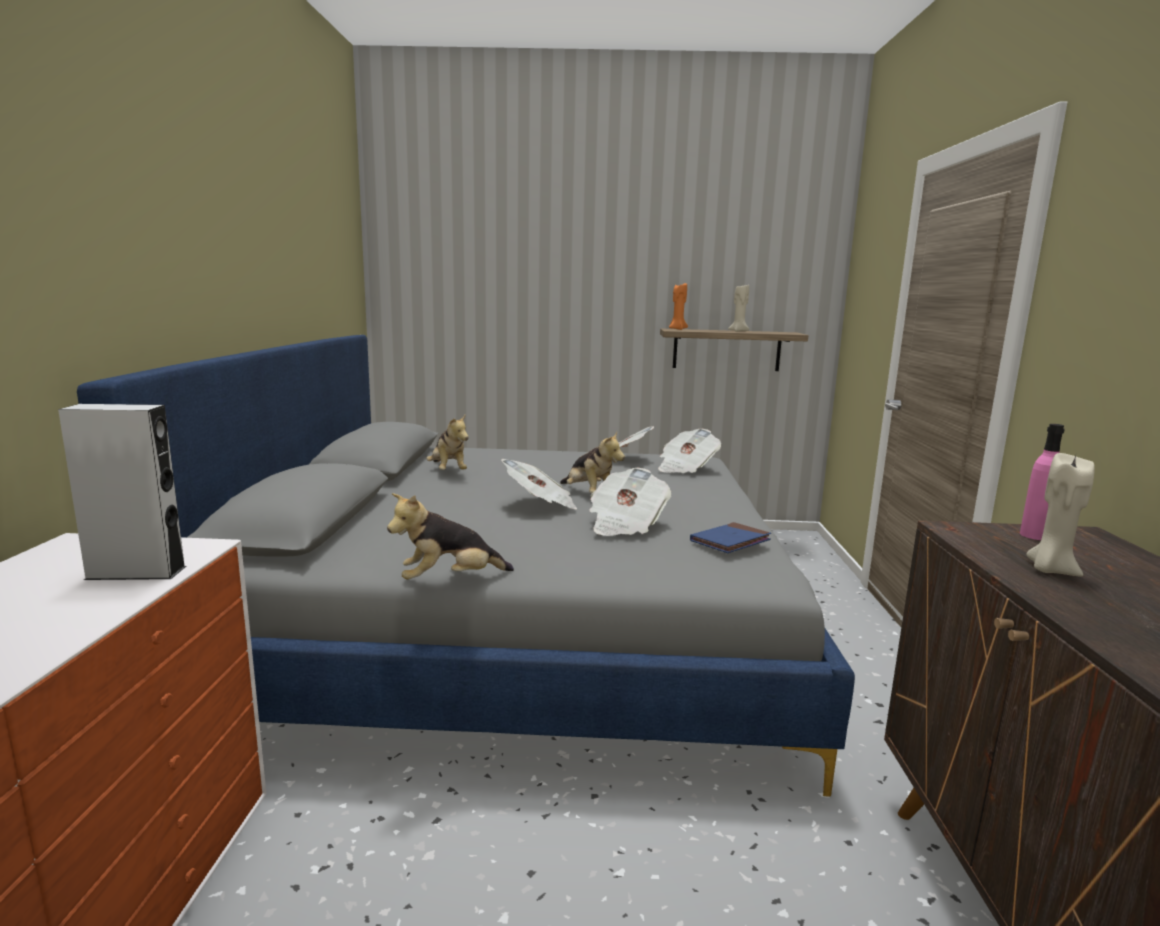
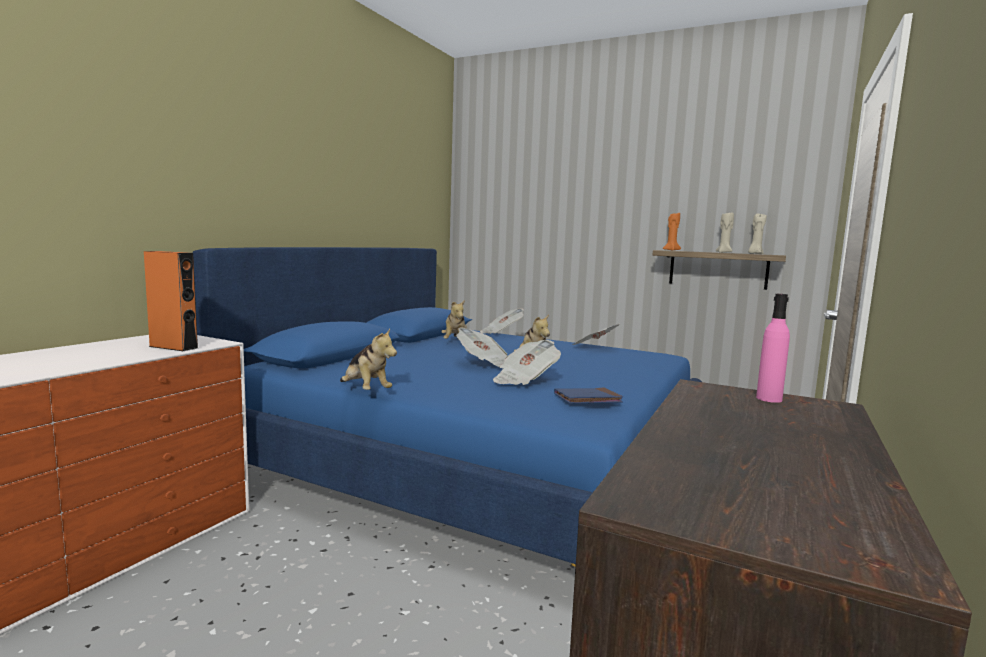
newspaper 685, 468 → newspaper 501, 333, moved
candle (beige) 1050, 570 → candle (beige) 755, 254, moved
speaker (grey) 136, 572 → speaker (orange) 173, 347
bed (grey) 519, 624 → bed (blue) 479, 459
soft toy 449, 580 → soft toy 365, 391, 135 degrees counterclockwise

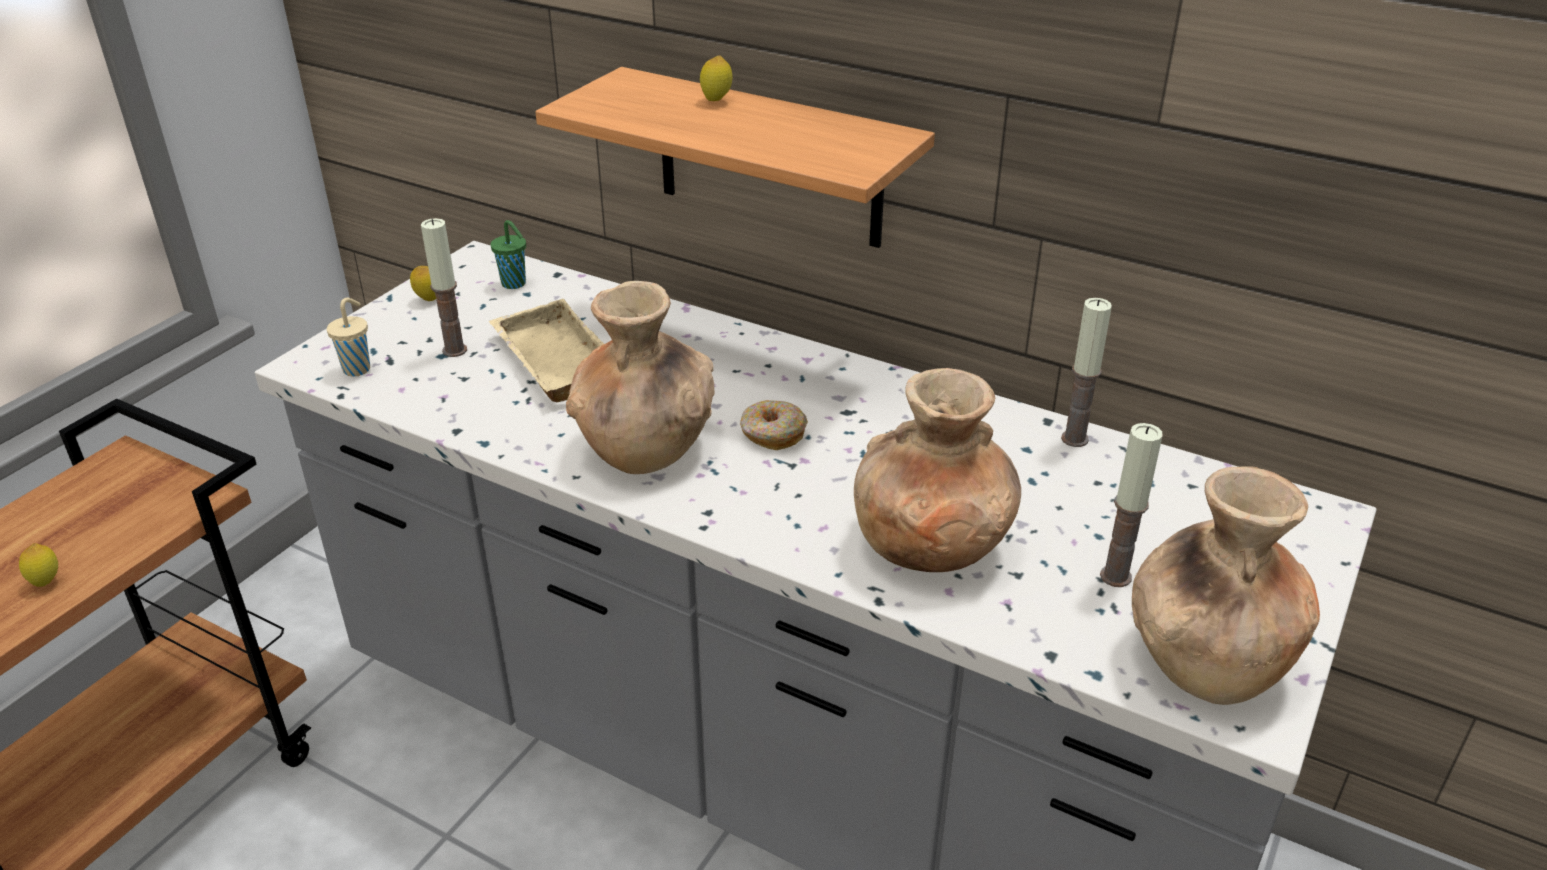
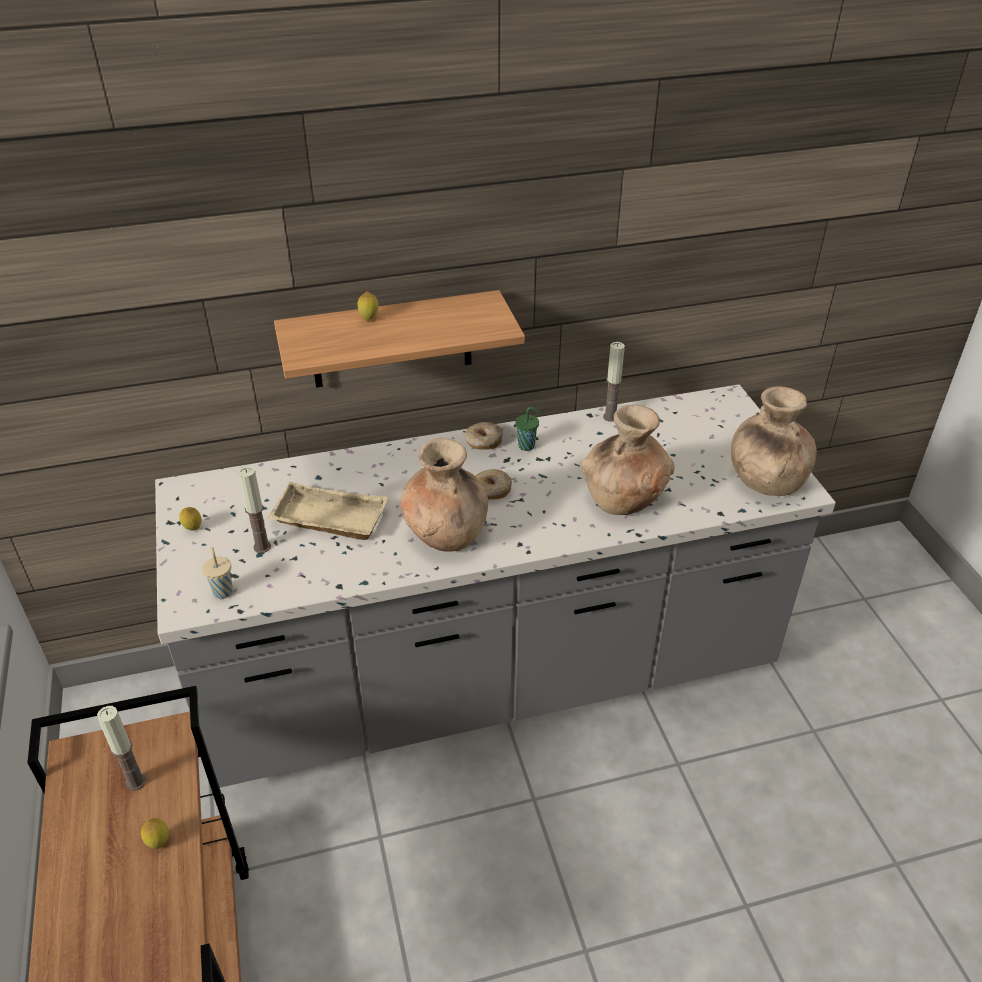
- → donut 483, 441
cup (green) 515, 284 → cup (green) 527, 446, moved
candle 1115, 576 → candle 136, 782, moved

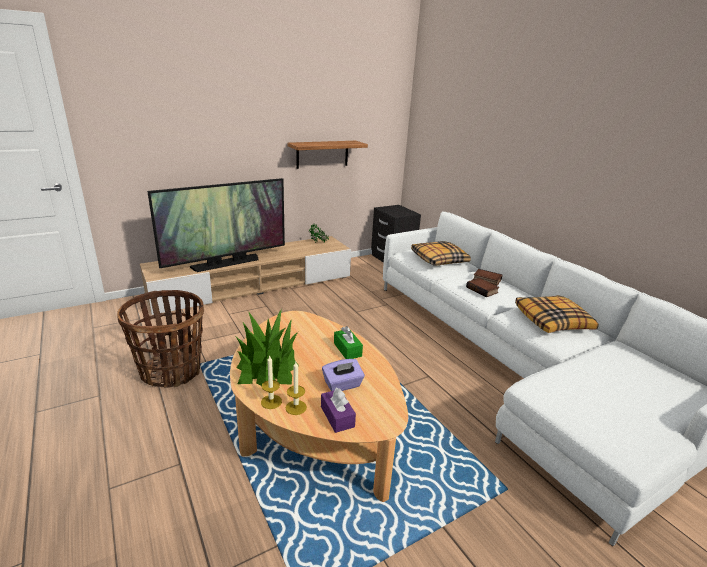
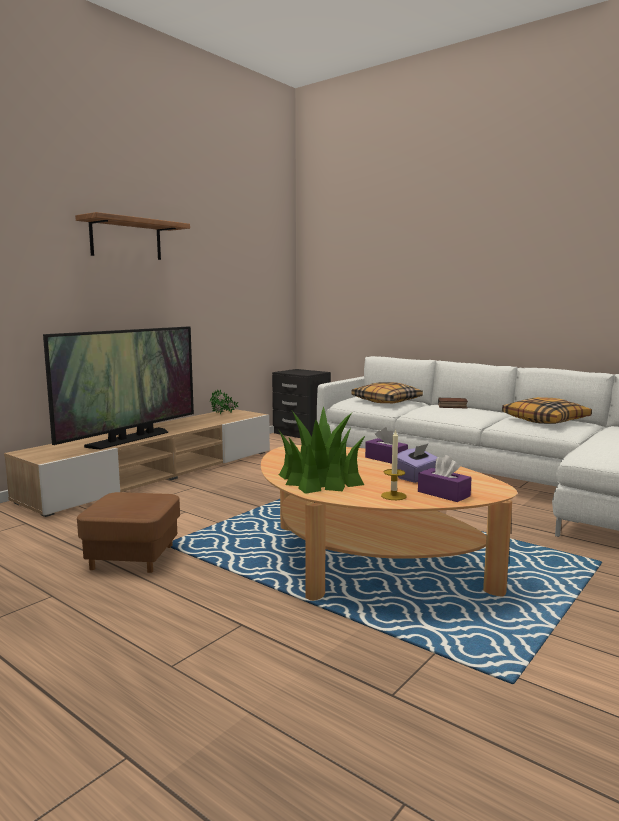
candle 271, 402 → -
book 482, 290 → -
bracket shelf 322, 154 → bracket shelf 126, 239, moved
storage basket 171, 371 → pouffe (brownish) 133, 557
tissue holder (green) 347, 349 → tissue holder (purple) 386, 459

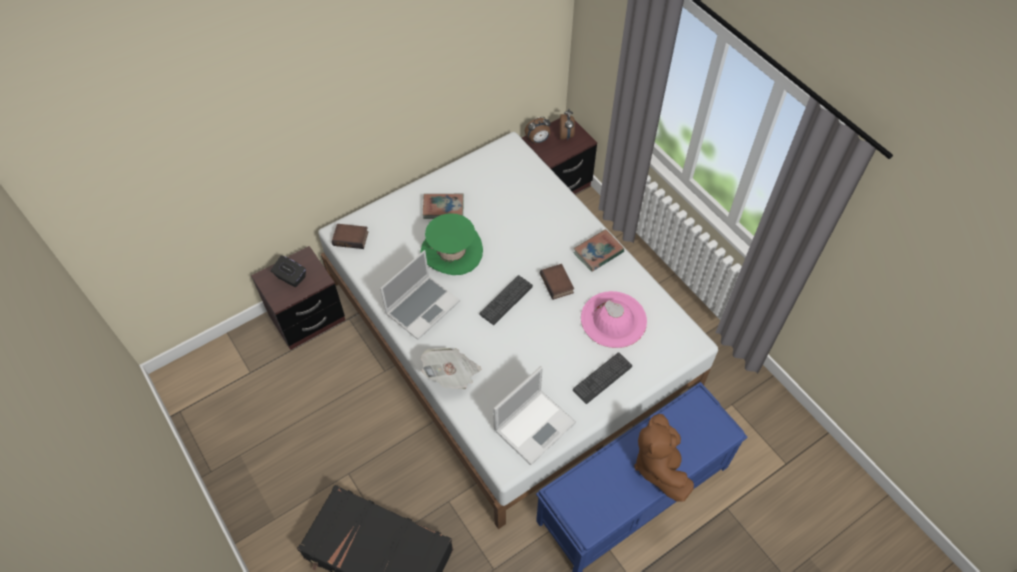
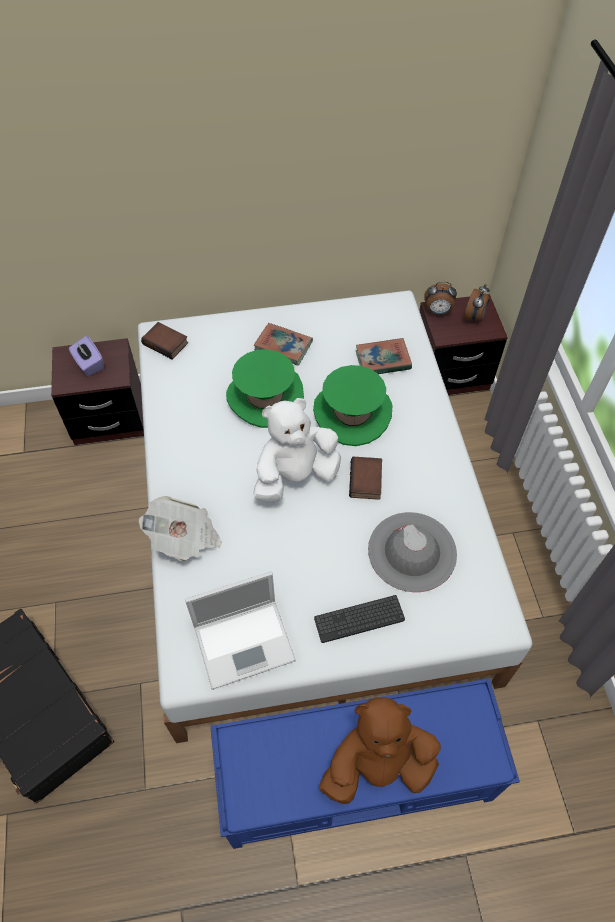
portable computer 422, 307 → -
- → hat (green) 352, 413
book 598, 252 → book 383, 360, moved
PC keyboard 506, 300 → soft toy (white-coloured) 295, 476
tissue holder (black) 290, 277 → tissue holder (purple) 89, 364
hat (pink) 613, 319 → hat (grey) 412, 551
soft toy (brownish) 659, 465 → soft toy (brownish) 378, 765, 60 degrees clockwise

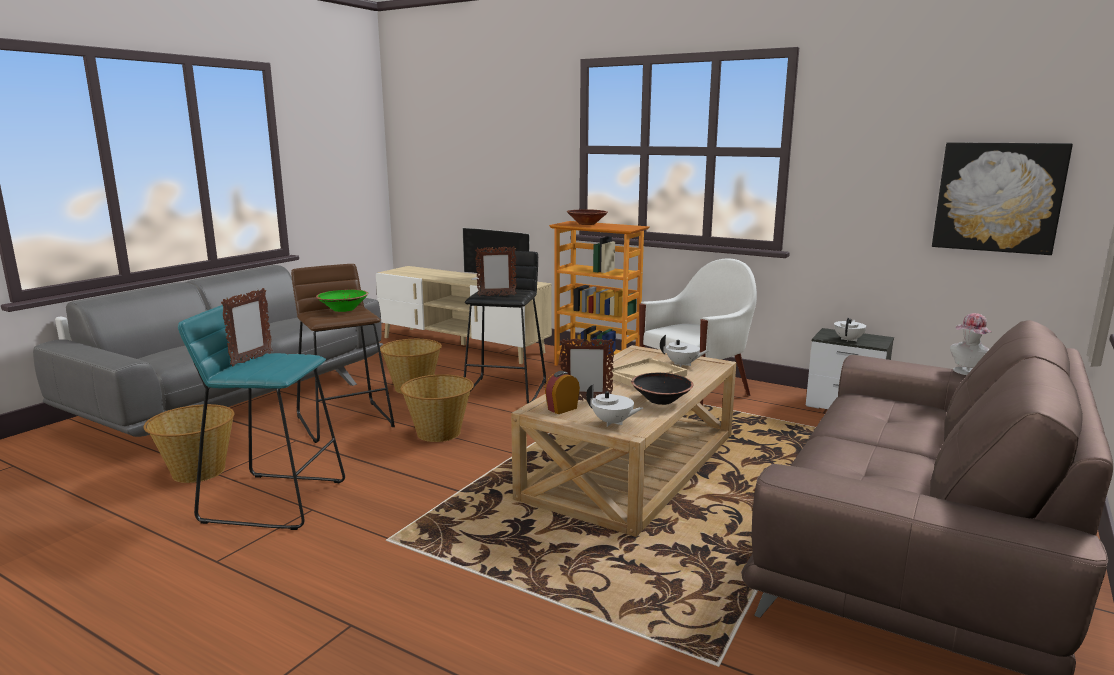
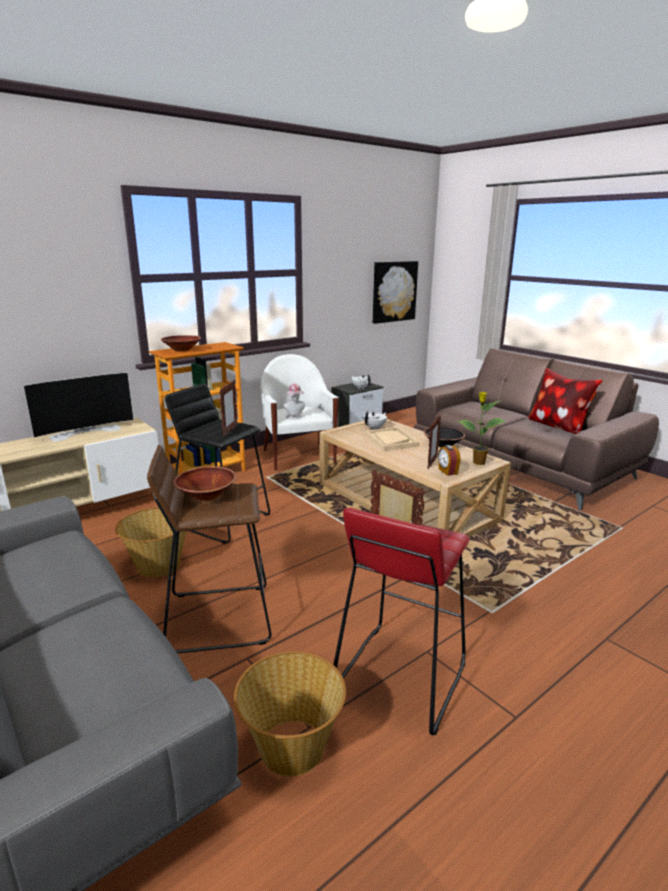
storage basket 439, 433 → -
- → pillow 557, 427
hat 966, 372 → hat 295, 417, moved
teapot (white-coloured) 612, 423 → houseplant 478, 462
sitting stool (turquoise) 274, 500 → sitting stool (red) 399, 677
bowl (green) 343, 309 → bowl (brownish) 207, 495

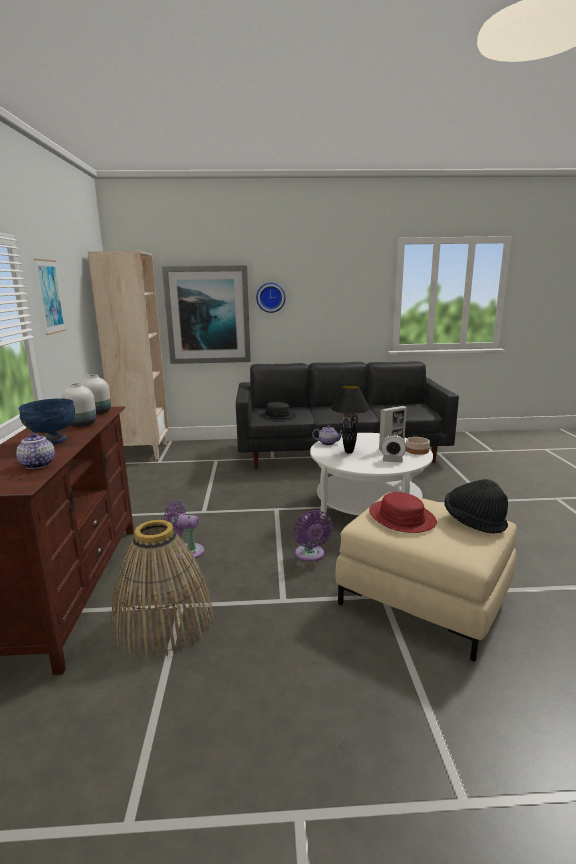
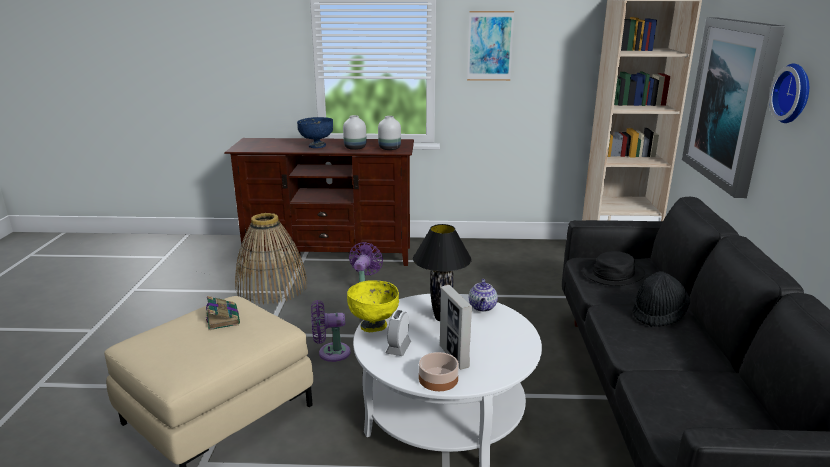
teapot 37, 464 → -
- → bowl (yellow) 374, 326
hat (black) 473, 522 → hat (black) 658, 314, moved
hat (red) 401, 517 → book 222, 318

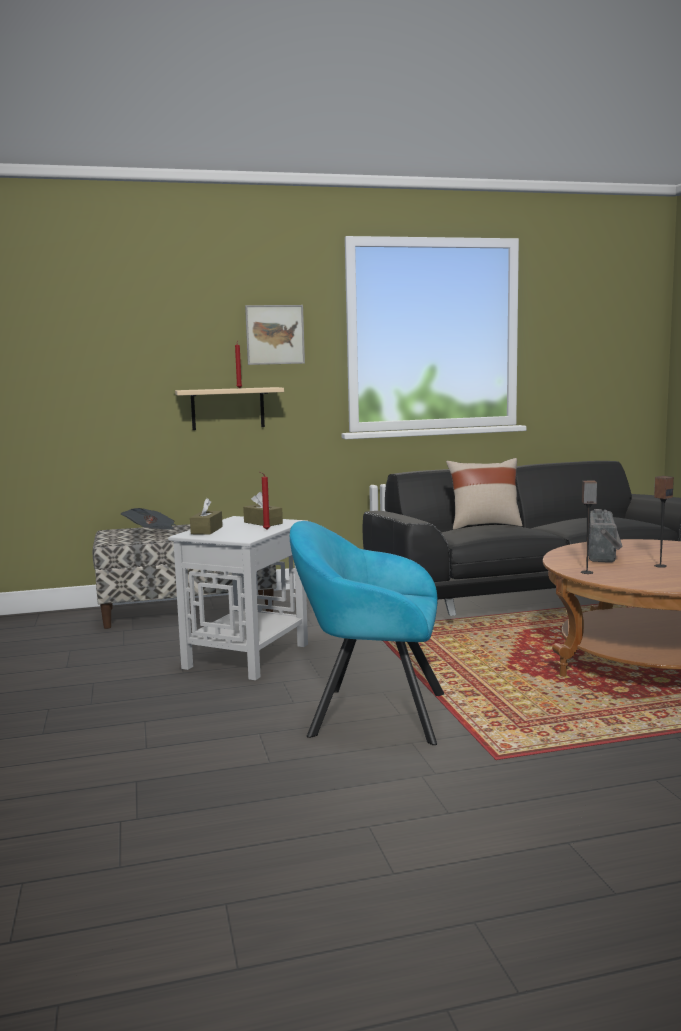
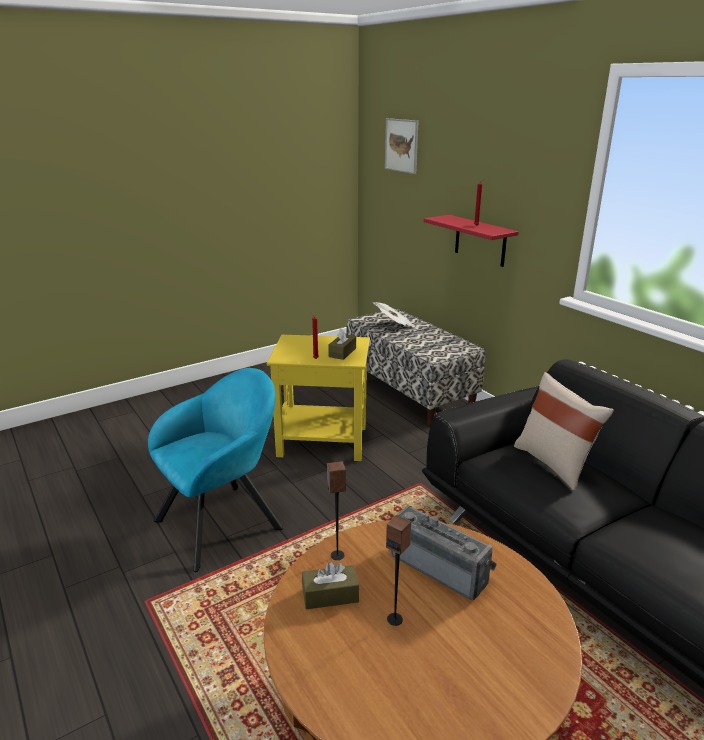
tissue holder (brownish) 207, 530 → tissue holder (brownish) 330, 595, moved
picture 275, 334 → picture 401, 145, moved
end table (white-coloured) 246, 656 → end table (yellow) 321, 441
bracket shelf (beige) 227, 408 → bracket shelf (red) 480, 241
easy chair (turquoise) 370, 714 → easy chair (turquoise) 224, 521, 60 degrees clockwise
radio set 605, 554 → radio set 441, 567, 135 degrees counterclockwise

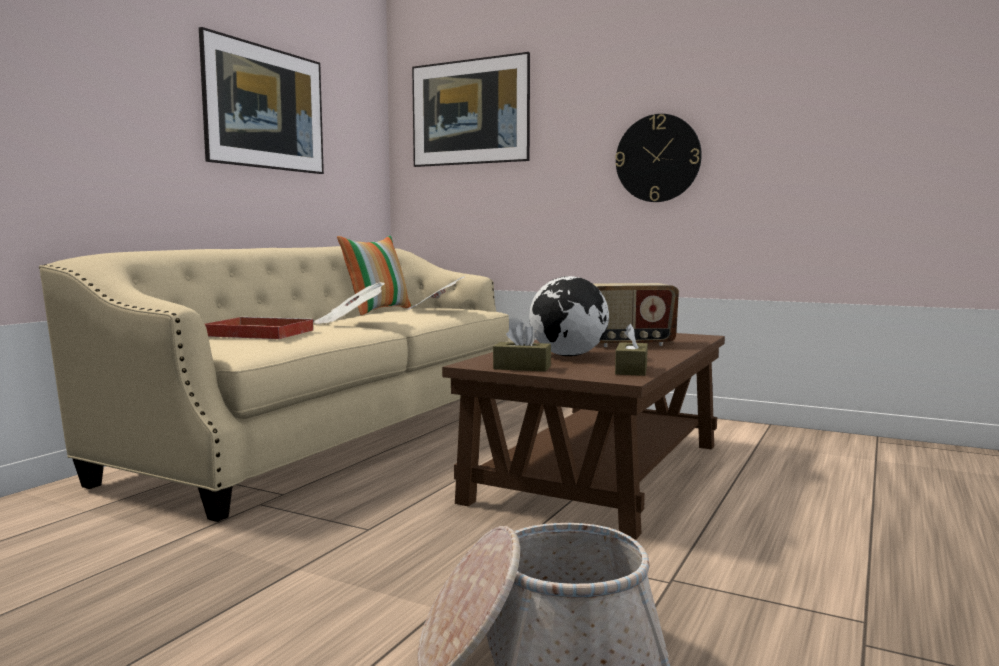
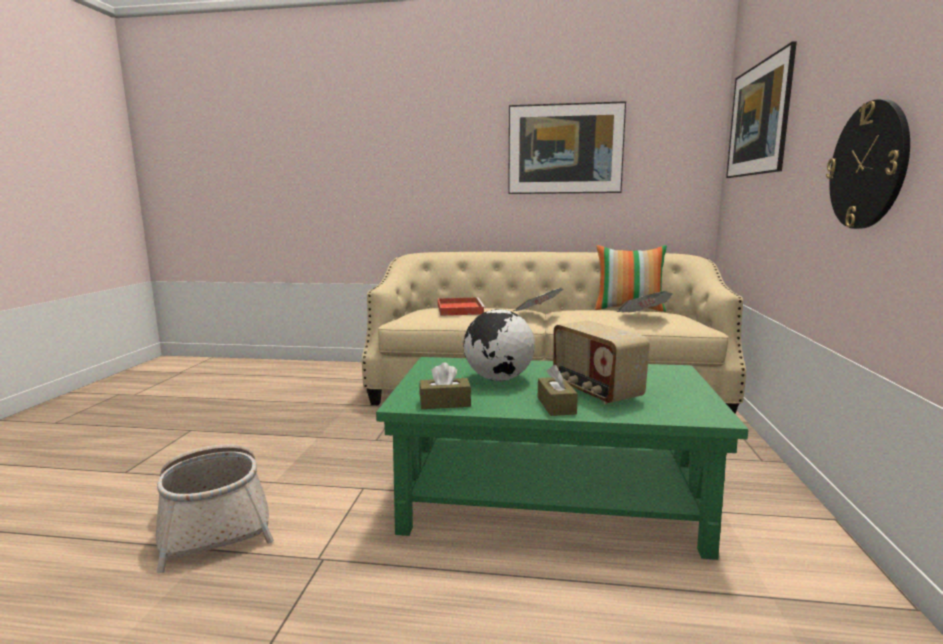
tissue holder (brownish) 522, 367 → tissue holder (brownish) 556, 405, moved
low table (brownish) 599, 471 → low table (green) 550, 497

